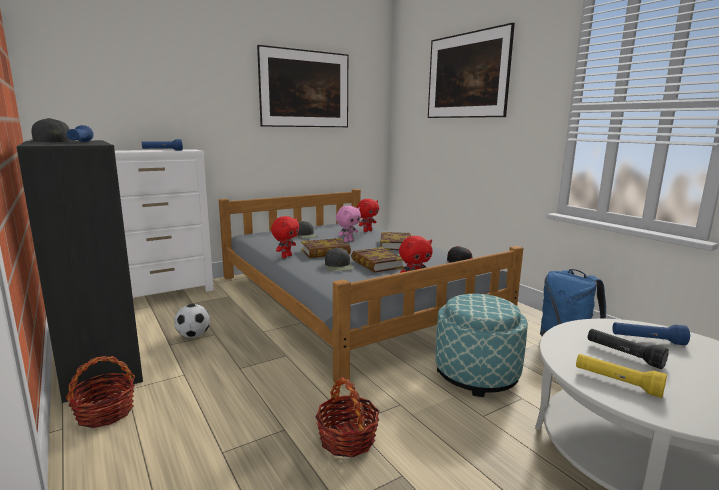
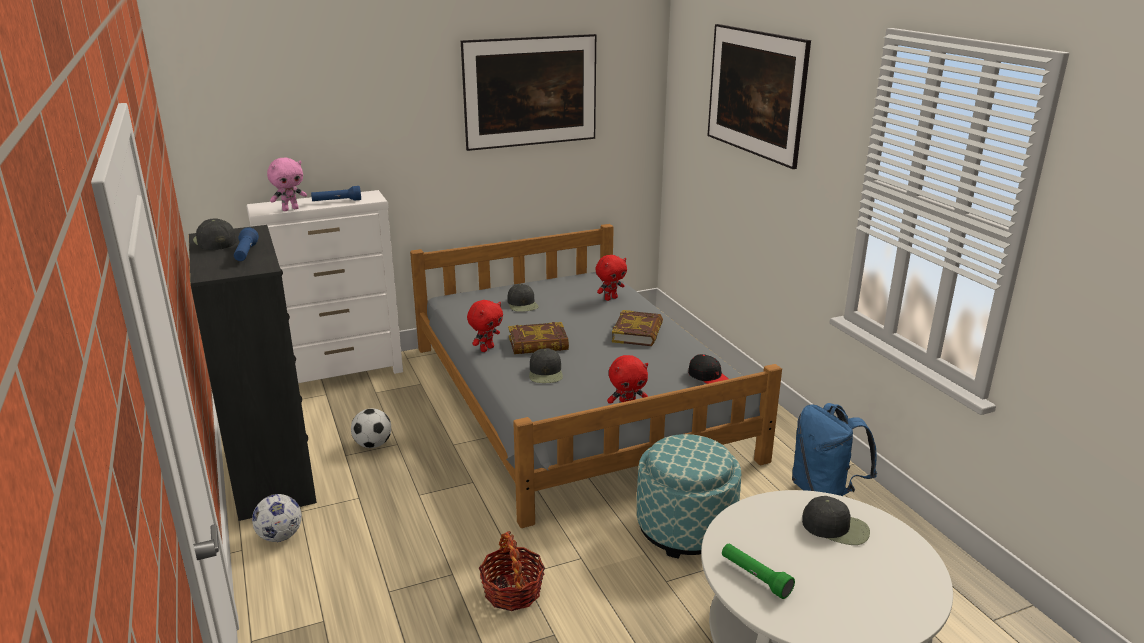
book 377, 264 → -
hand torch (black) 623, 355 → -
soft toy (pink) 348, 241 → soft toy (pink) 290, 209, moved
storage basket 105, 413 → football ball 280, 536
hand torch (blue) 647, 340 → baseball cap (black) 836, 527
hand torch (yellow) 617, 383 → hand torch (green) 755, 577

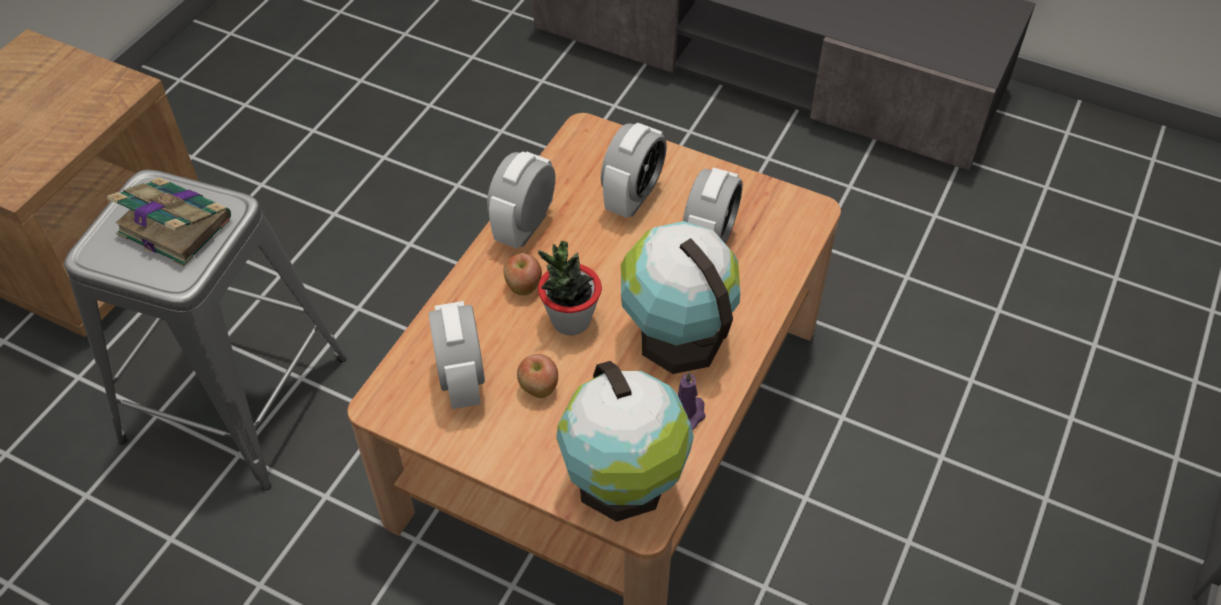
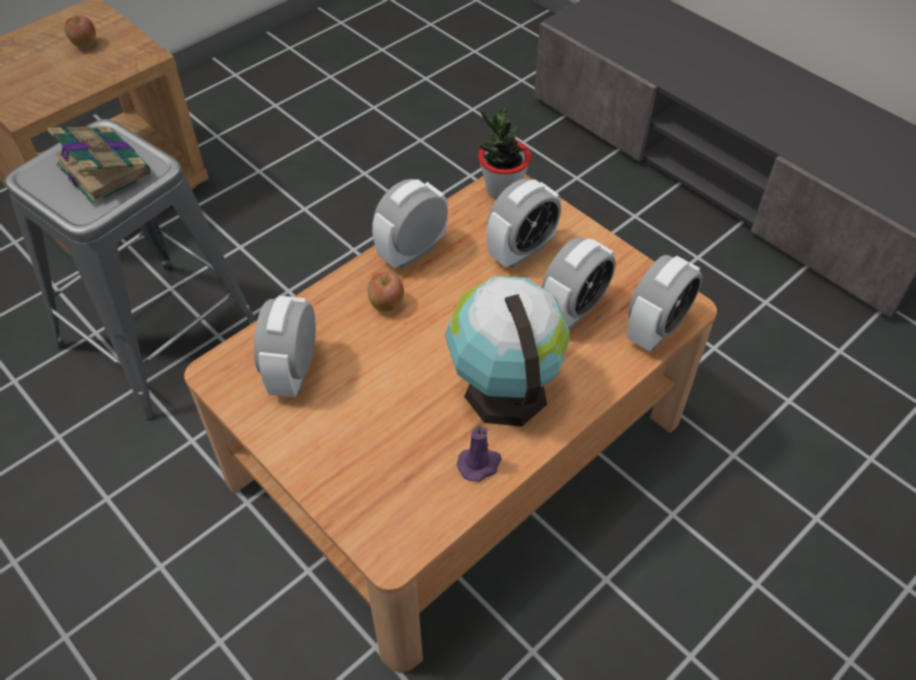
globe 624, 484 → -
- → table clock 656, 329
whole apple 538, 388 → whole apple 84, 45, moved
houseplant 570, 320 → houseplant 502, 189, moved

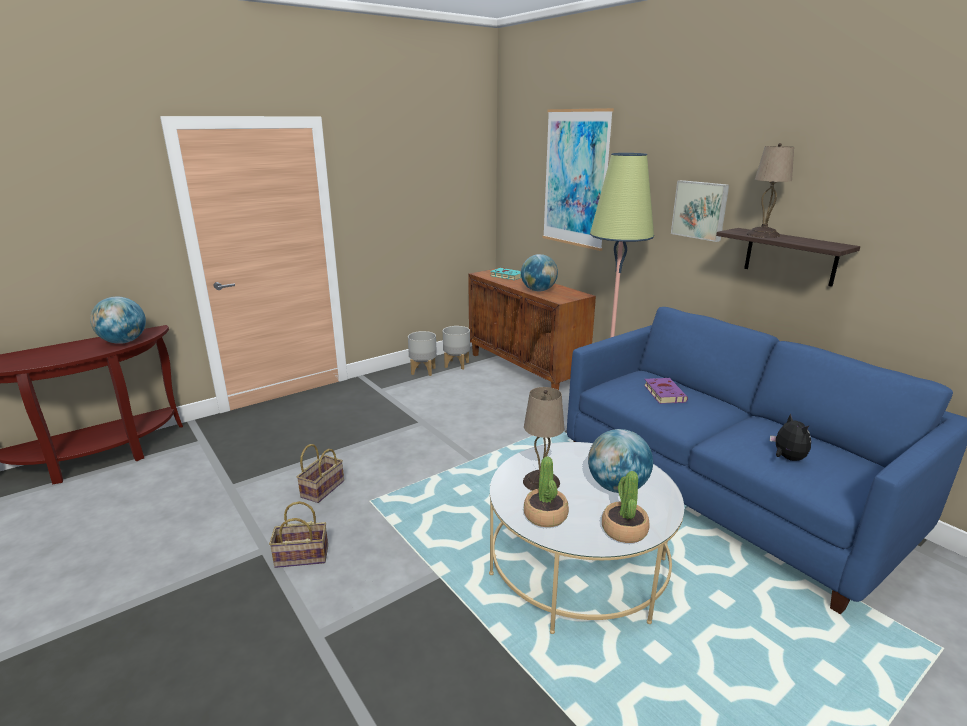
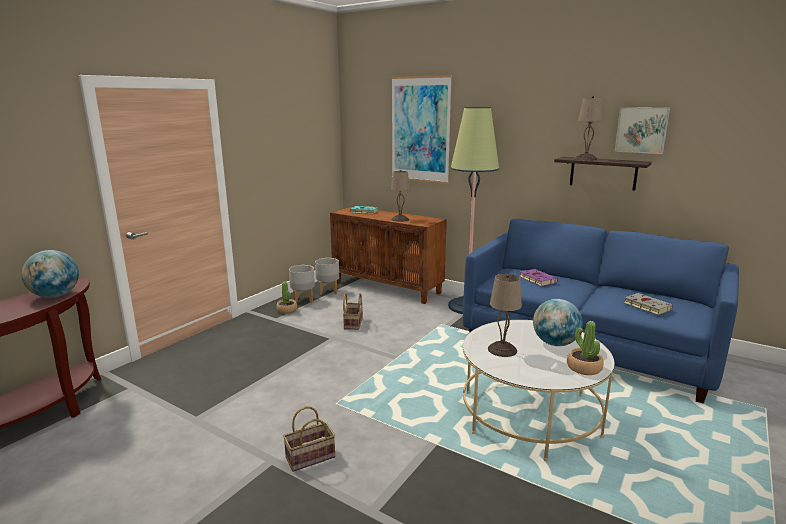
storage basket 322, 488 → storage basket 353, 323, moved
houseplant 545, 515 → houseplant 287, 310, moved
picture 700, 210 → picture 641, 130, moved
globe 538, 290 → table lamp (beige) 400, 219
soft toy 787, 458 → book (grey) 646, 306

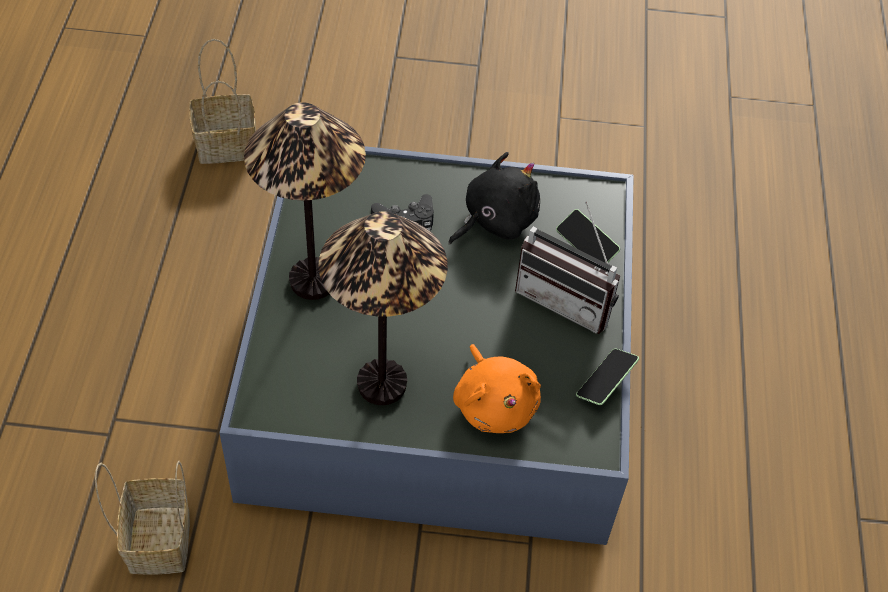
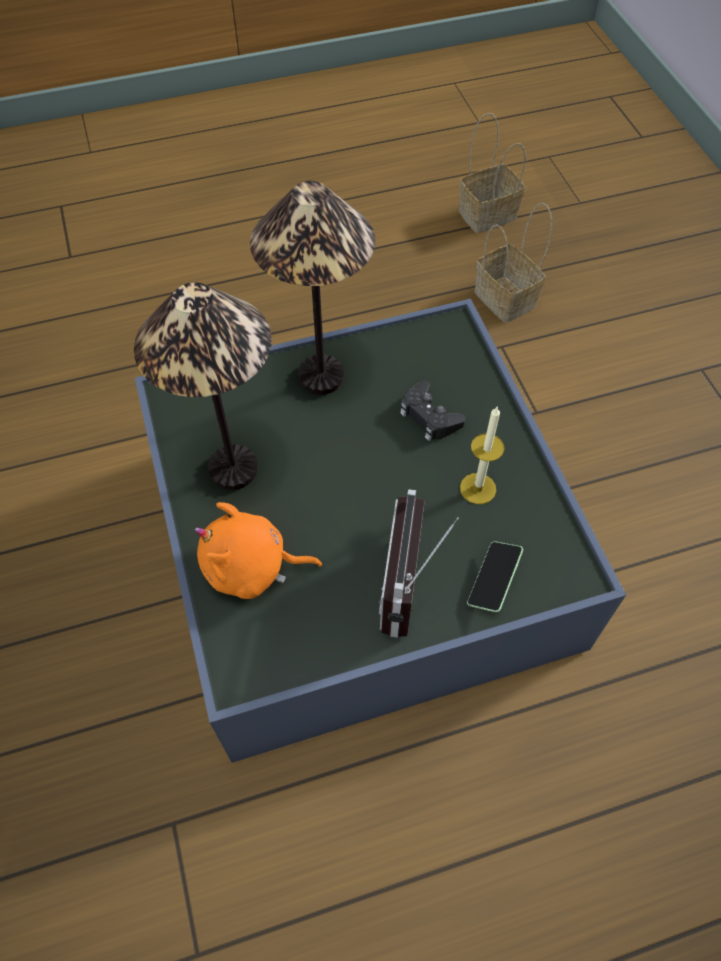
telephone 606, 382 → -
storage basket 158, 537 → storage basket 488, 213, moved
soft toy (black) 495, 220 → candle 478, 488
soft toy (orange) 494, 404 → soft toy (orange) 252, 567, 45 degrees clockwise

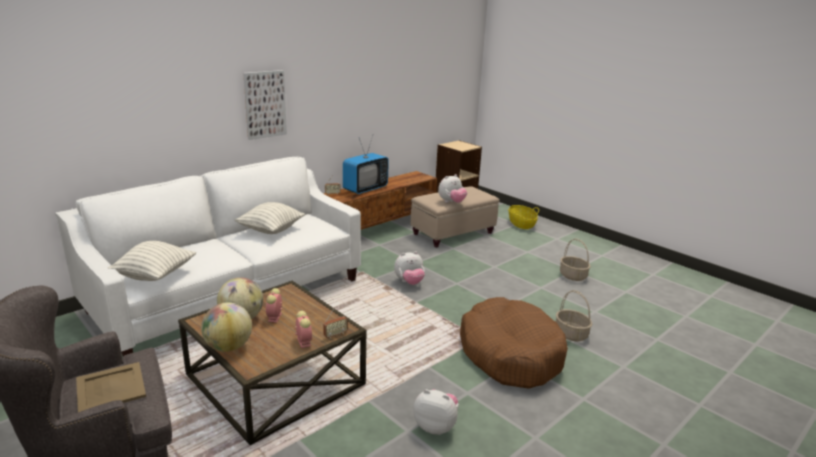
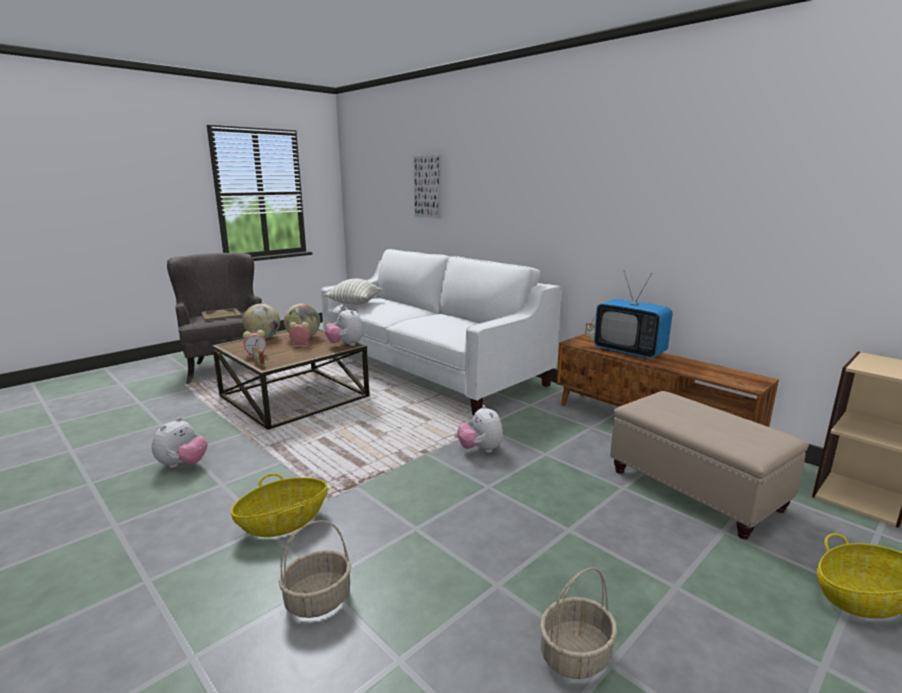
pillow 271, 230 → -
picture 265, 104 → picture 428, 187, moved
soft toy 451, 202 → soft toy 345, 345, moved
pet bed (brownish) 510, 354 → storage basket 283, 522

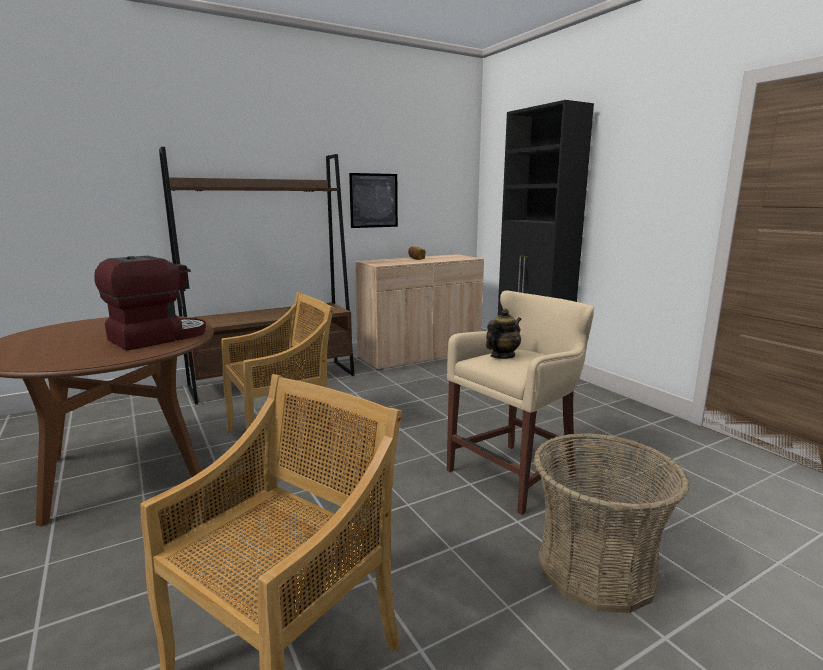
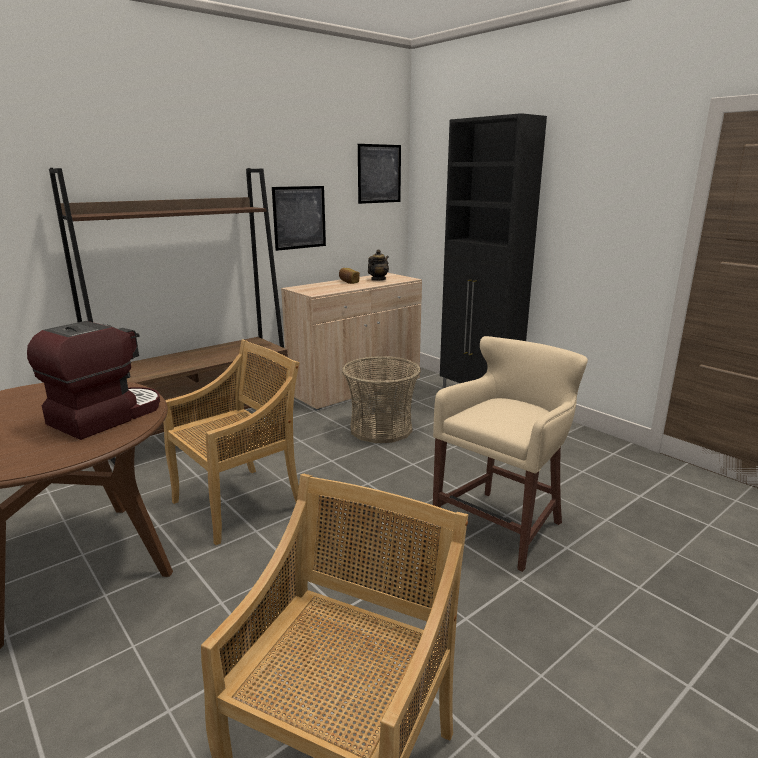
- → picture 379, 174
teapot 502, 356 → teapot 378, 280, moved
storage basket 596, 569 → storage basket 381, 429, moved

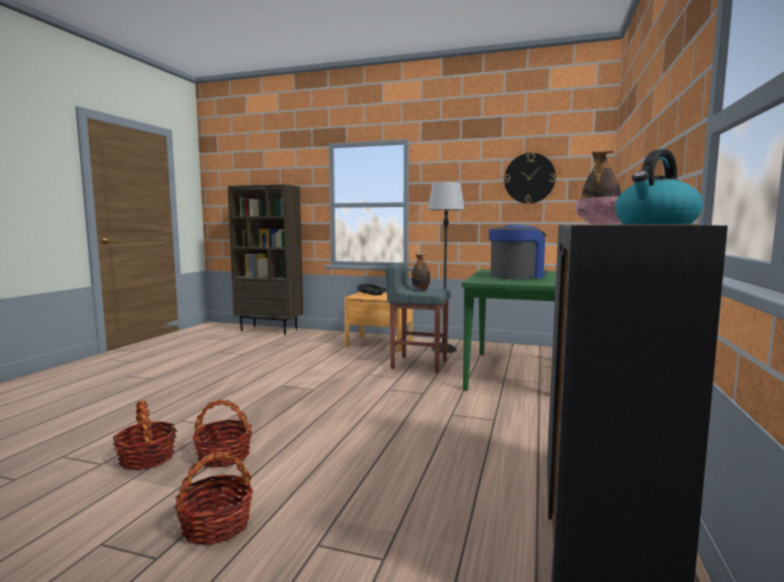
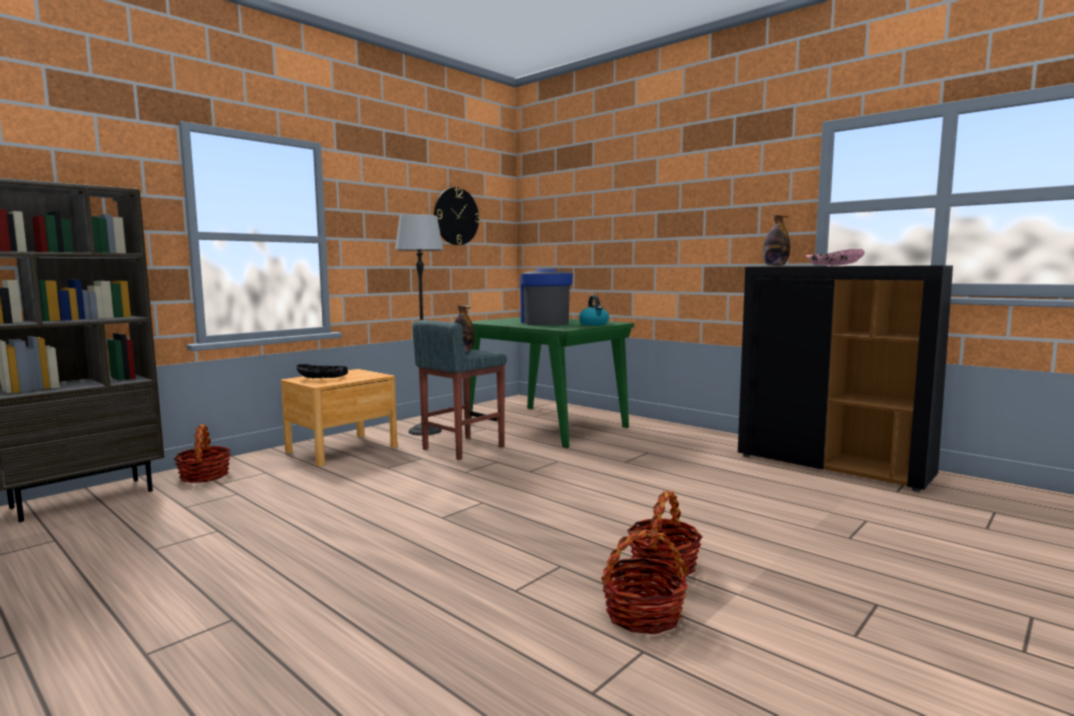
storage basket 216, 525 → storage basket 204, 476, moved
tea kettle 655, 224 → tea kettle 594, 324, moved

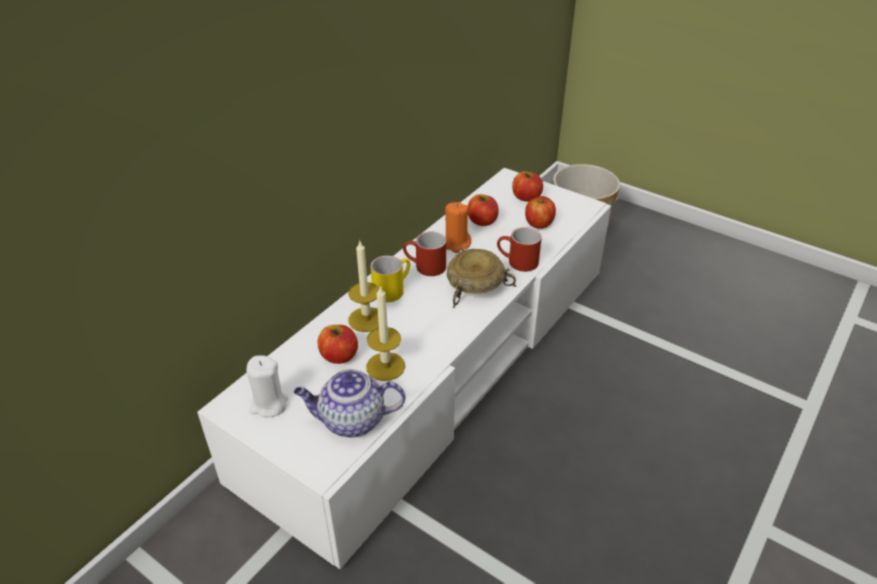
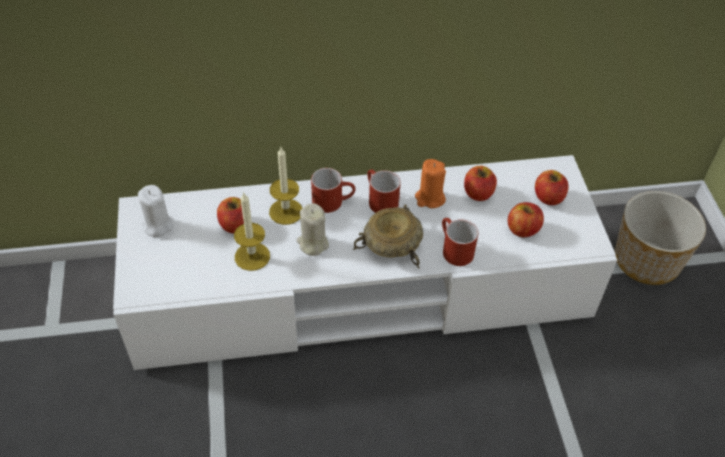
teapot 351, 421 → -
- → candle (beige) 313, 243
coffee mug (yellow) 392, 289 → coffee mug (red) 333, 201

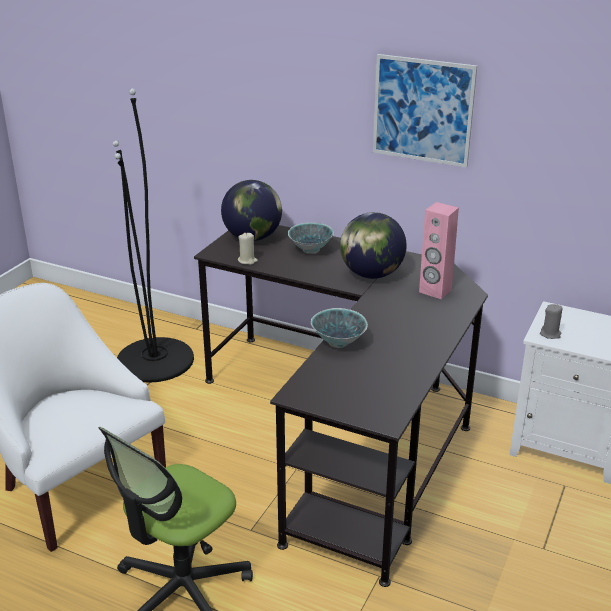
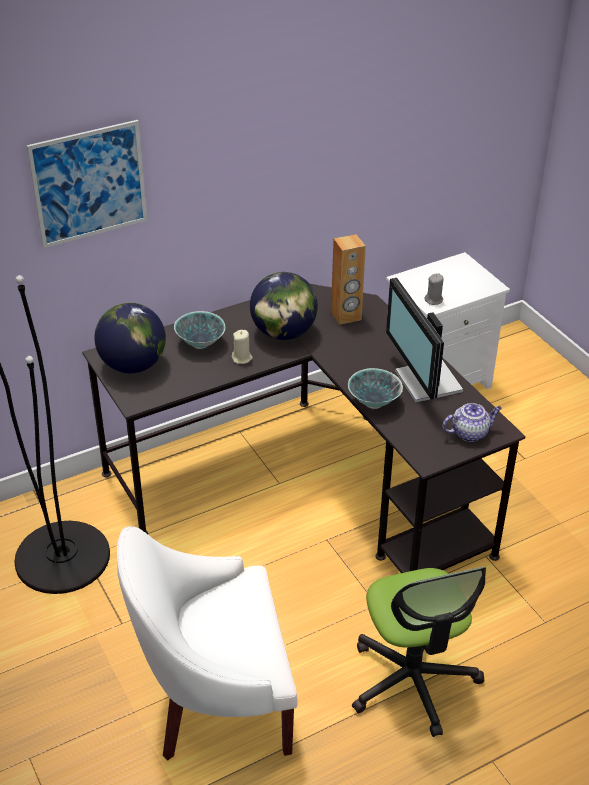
- → monitor 426, 382
- → teapot 470, 433
candle (beige) 247, 261 → candle (beige) 242, 358, moved
picture 422, 110 → picture 89, 184, moved
speaker (pink) 435, 291 → speaker (brownish) 346, 316

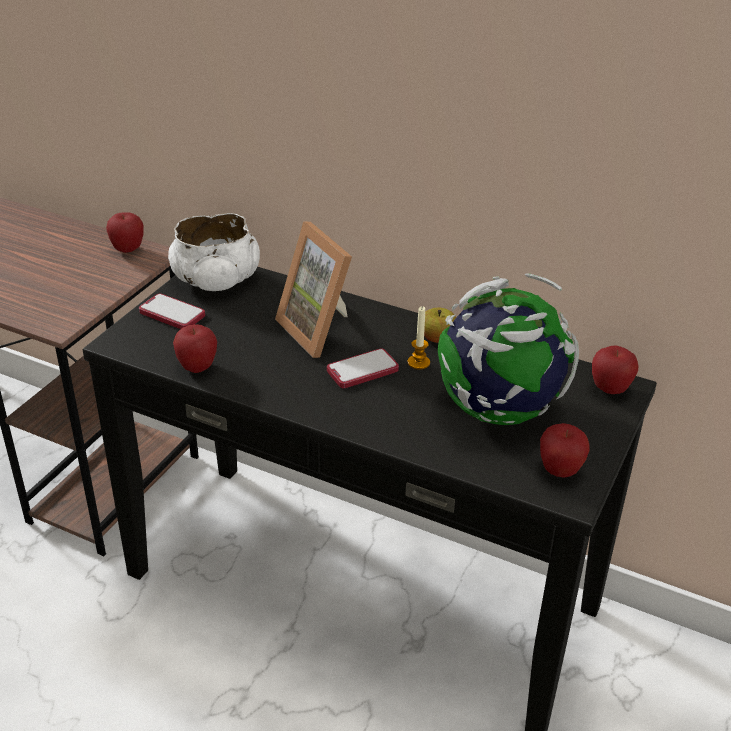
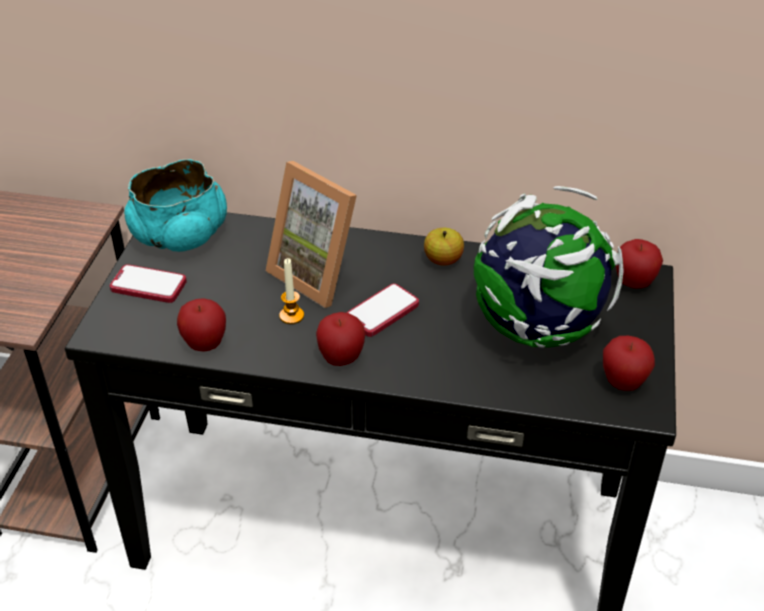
whole apple 128, 249 → whole apple 341, 359, moved
candle 418, 362 → candle 291, 316, moved
bowl (white-coloured) 216, 280 → bowl (turquoise) 180, 236

